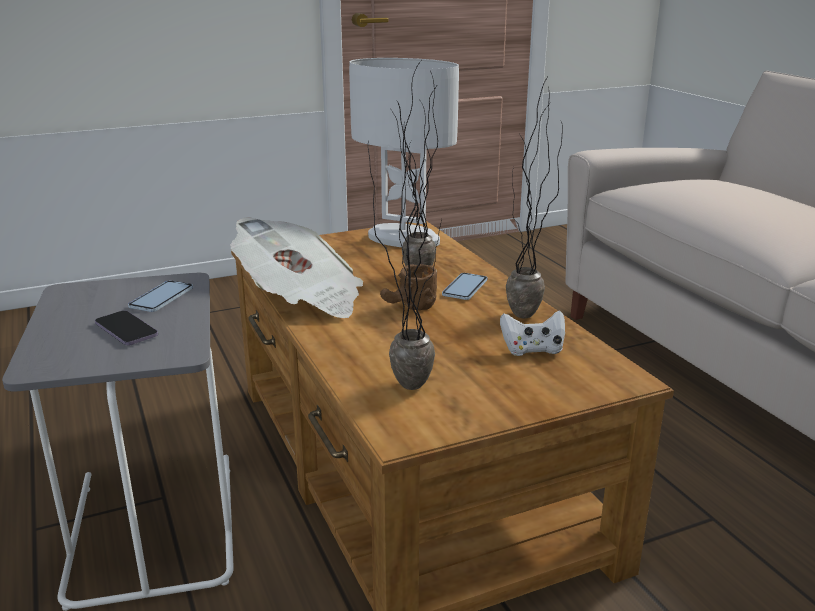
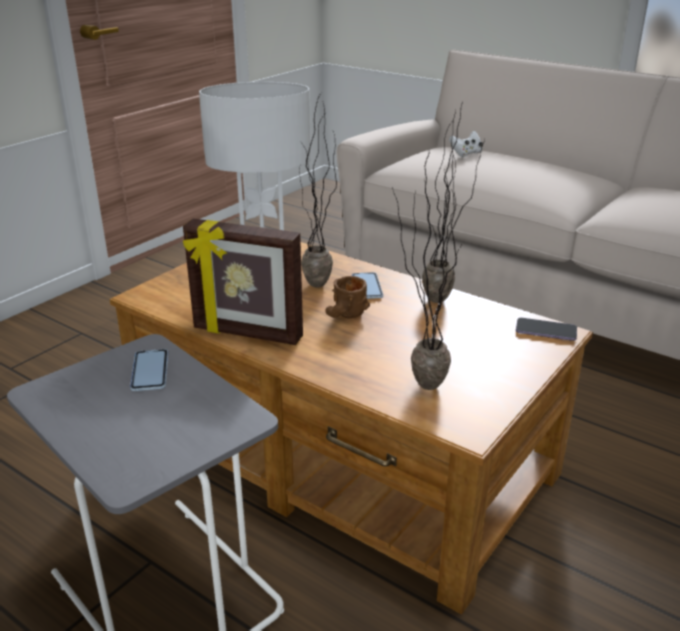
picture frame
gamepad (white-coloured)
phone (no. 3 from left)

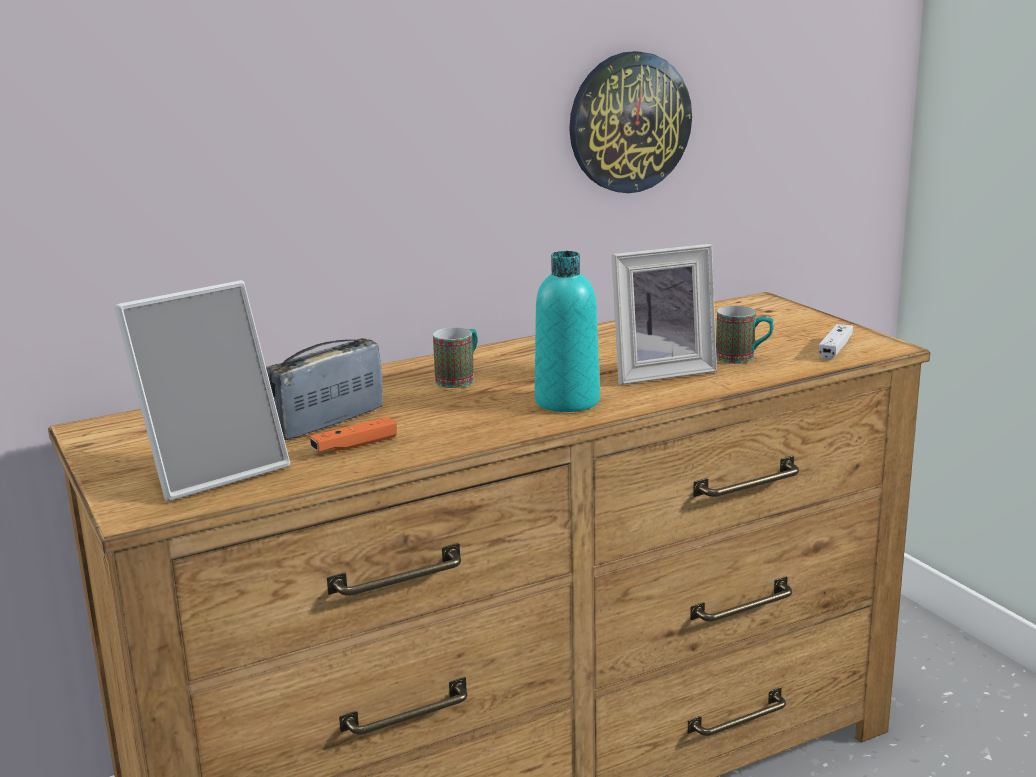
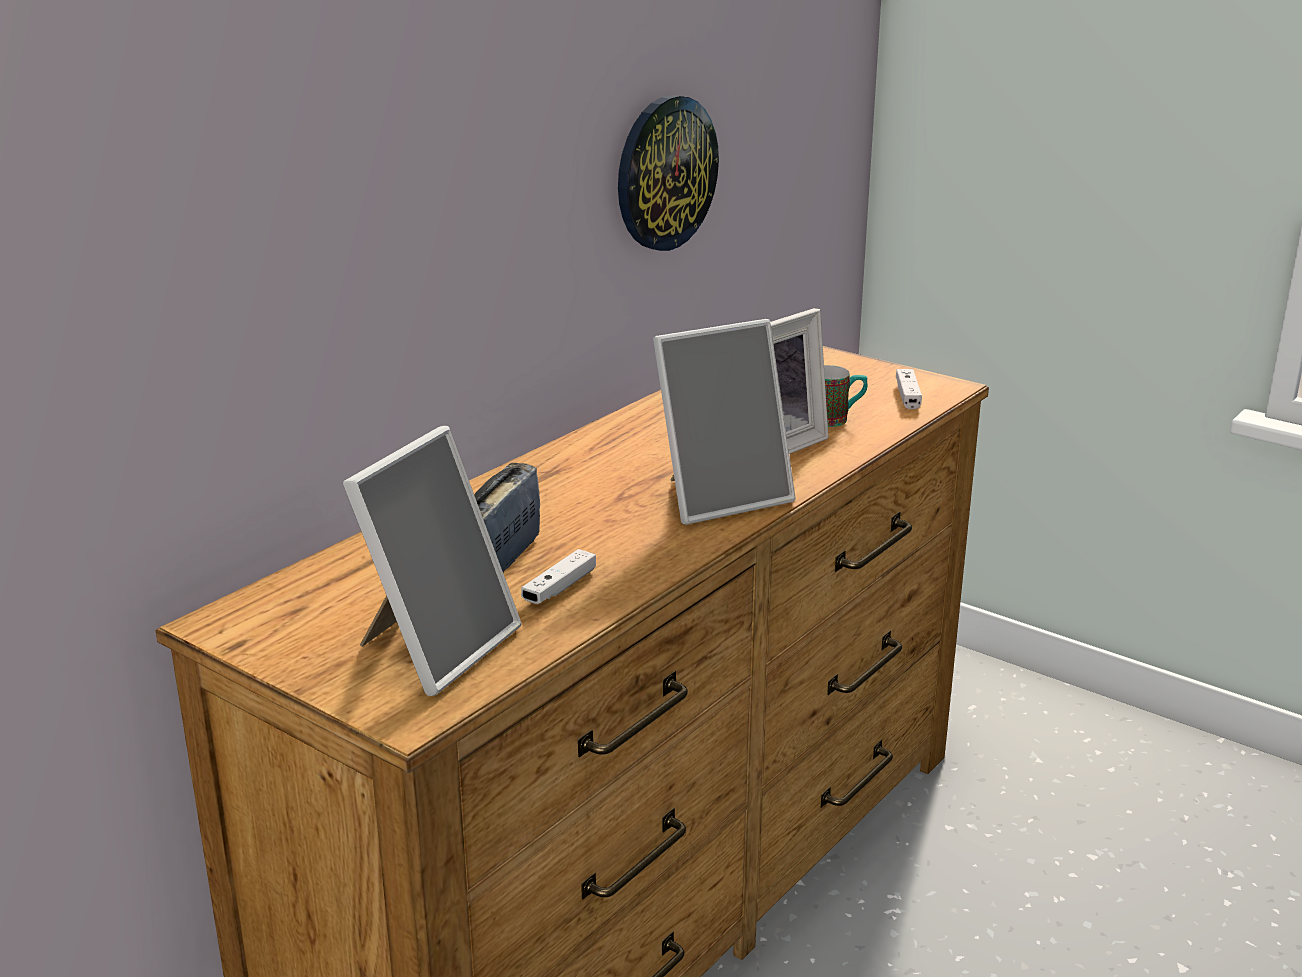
picture frame (no. 2 from left)
coffee mug (no. 1 from left in the first image)
gamepad (white-coloured) (no. 1 from left)

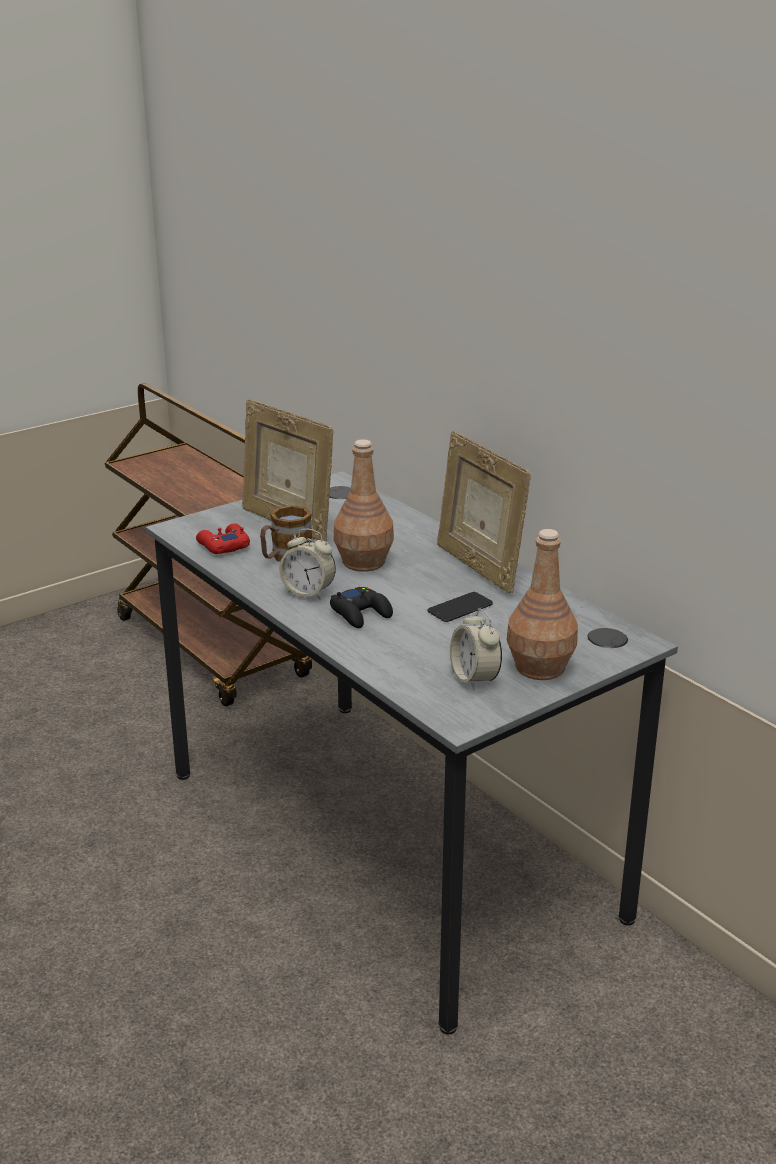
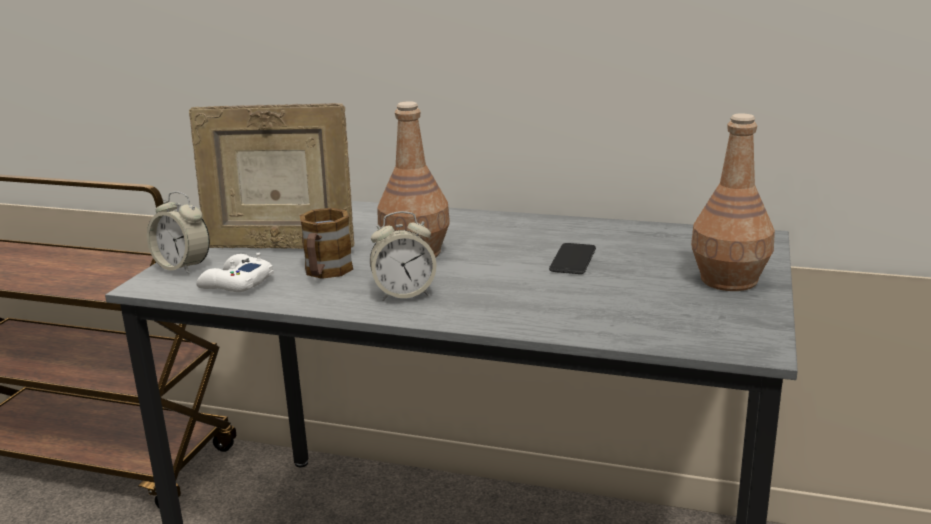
picture frame (no. 2 from left in the first image)
gamepad (white-coloured)
gamepad (black)
bedside clock (no. 1 from left)

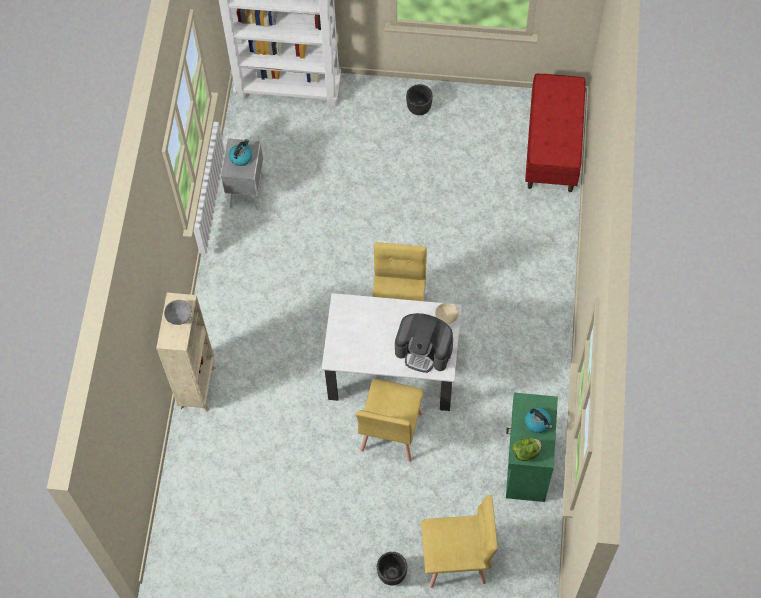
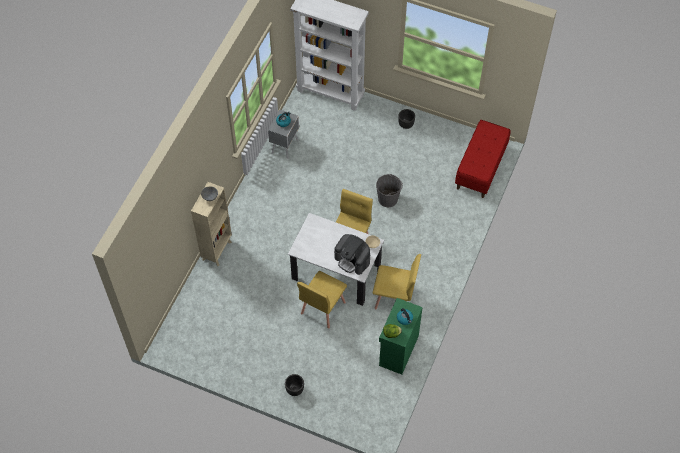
upright chair (yellowish) (no. 3 from left)
bucket (grey)

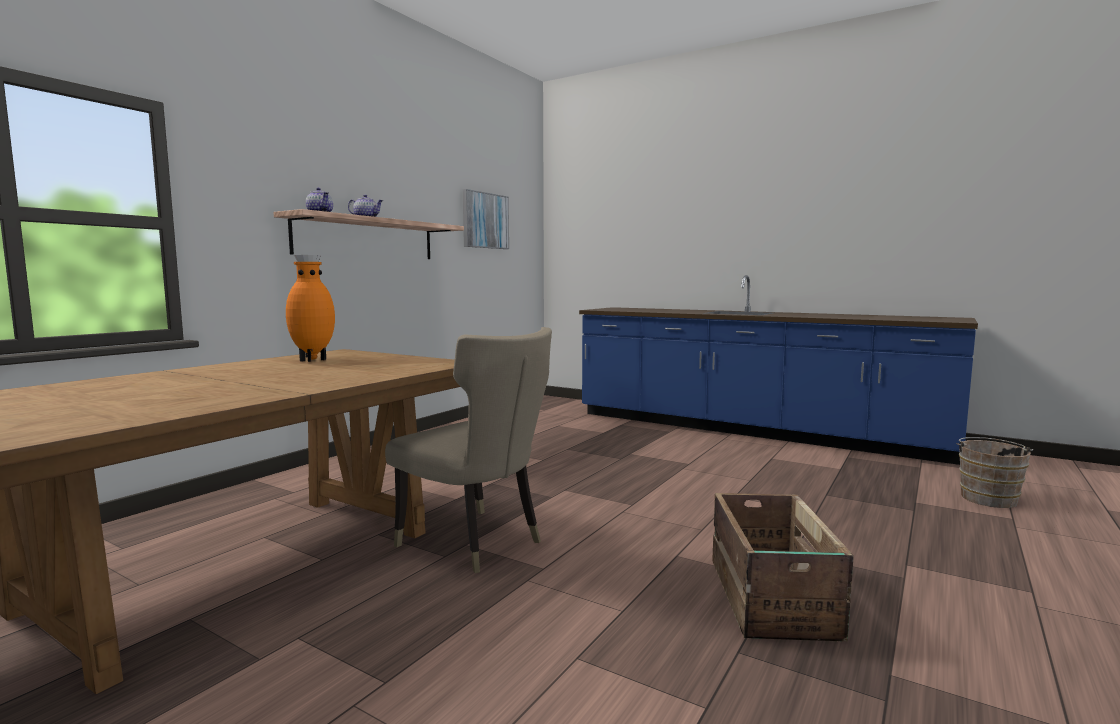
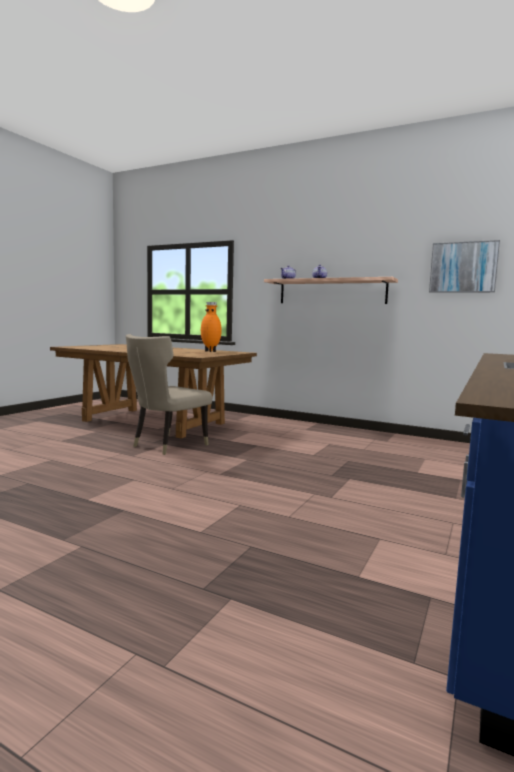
bucket (brown)
crate

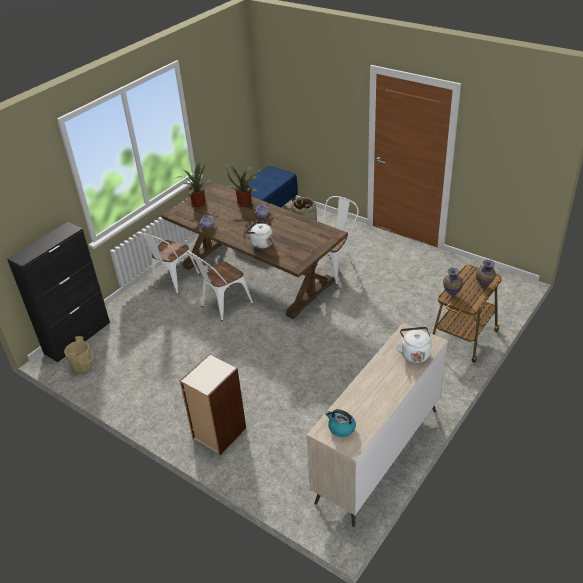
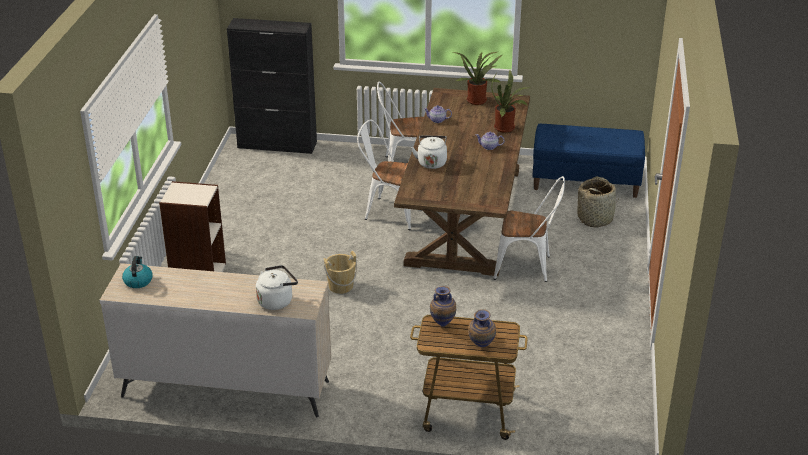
bucket (beige)

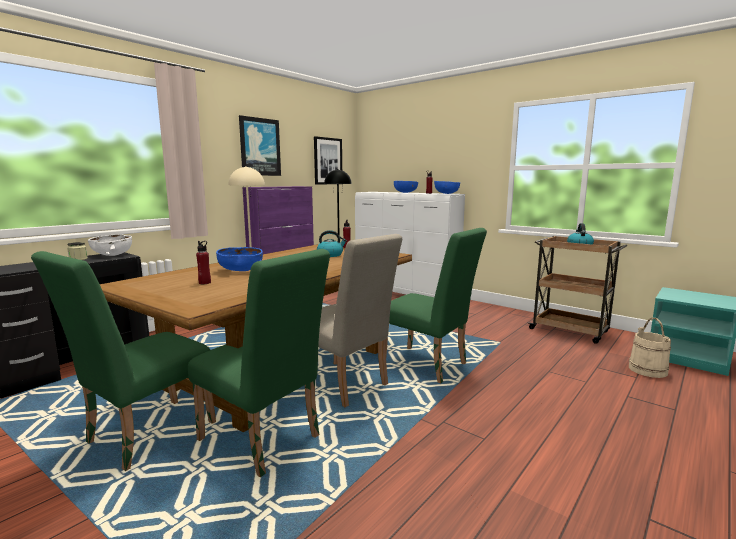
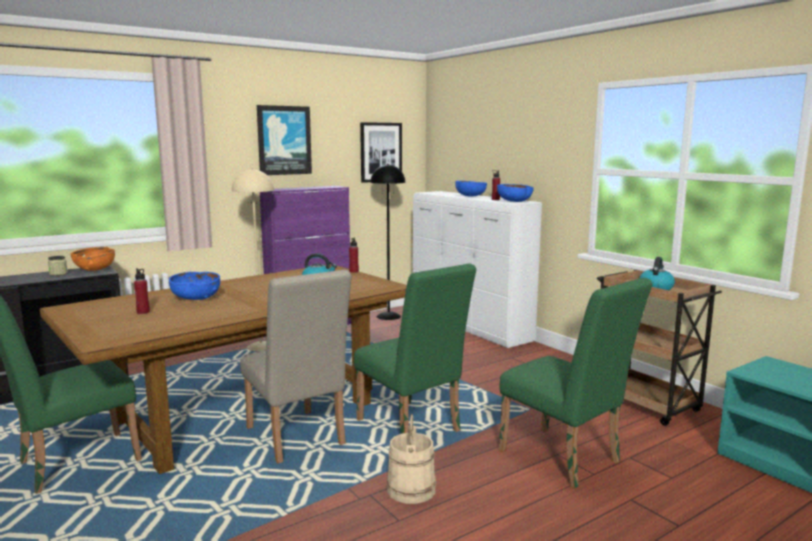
bowl (orange-coloured)
upright chair (greenish) (no. 3 from left)
bucket (beige)

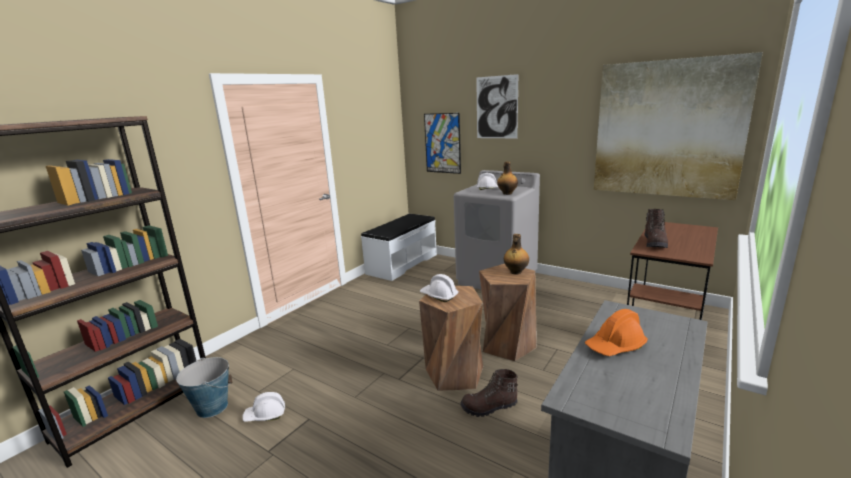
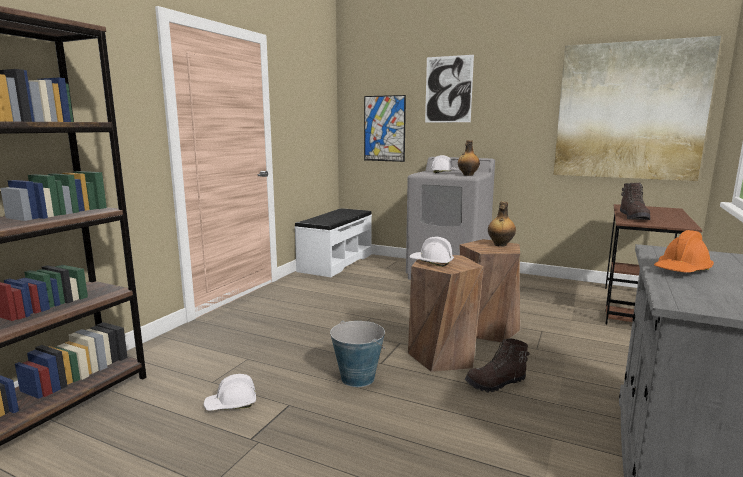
bucket

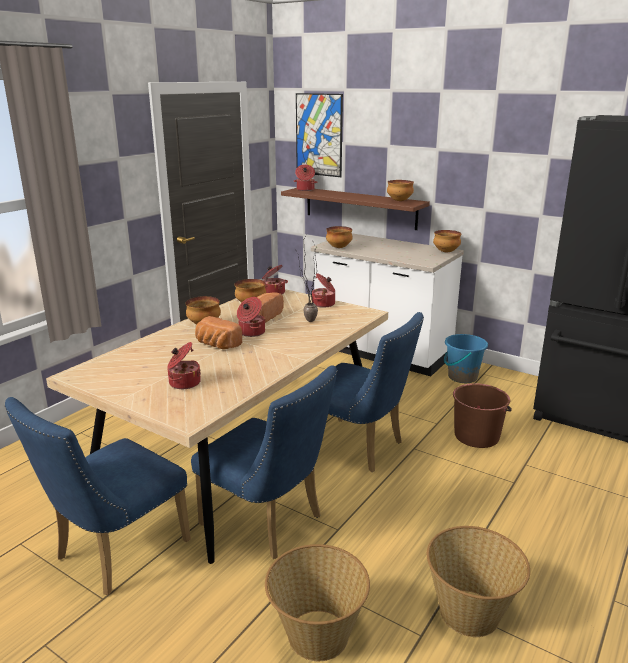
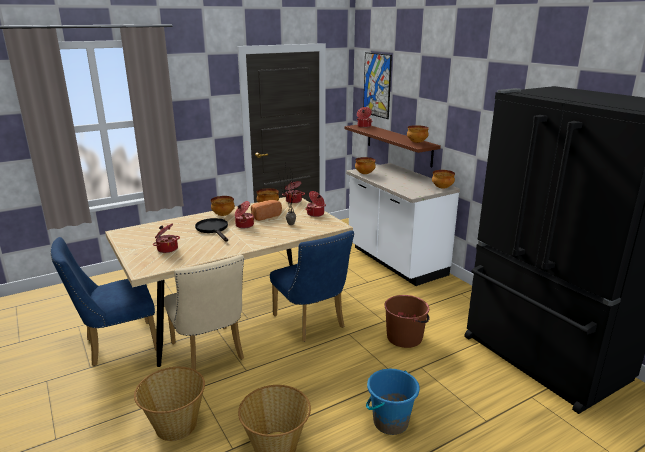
skillet (black)
bucket (bluish)
upright chair (beige)

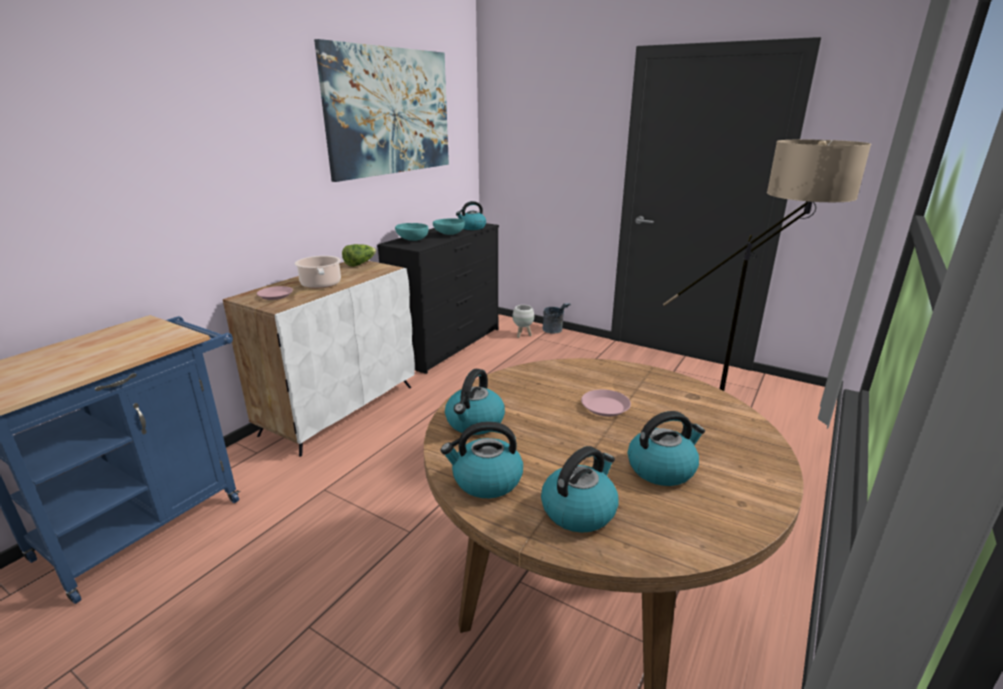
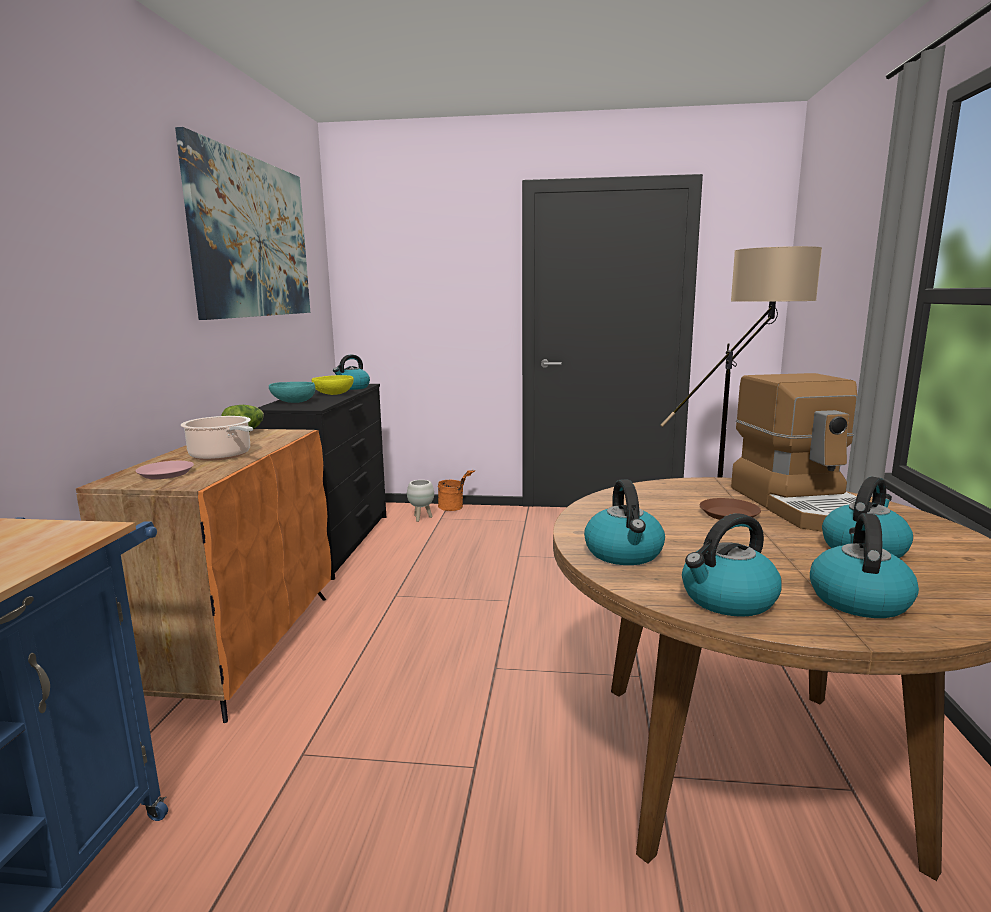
bowl (yellowish)
cupboard (orange-coloured)
bucket (orange-coloured)
flat dish (brown)
coffee machine

